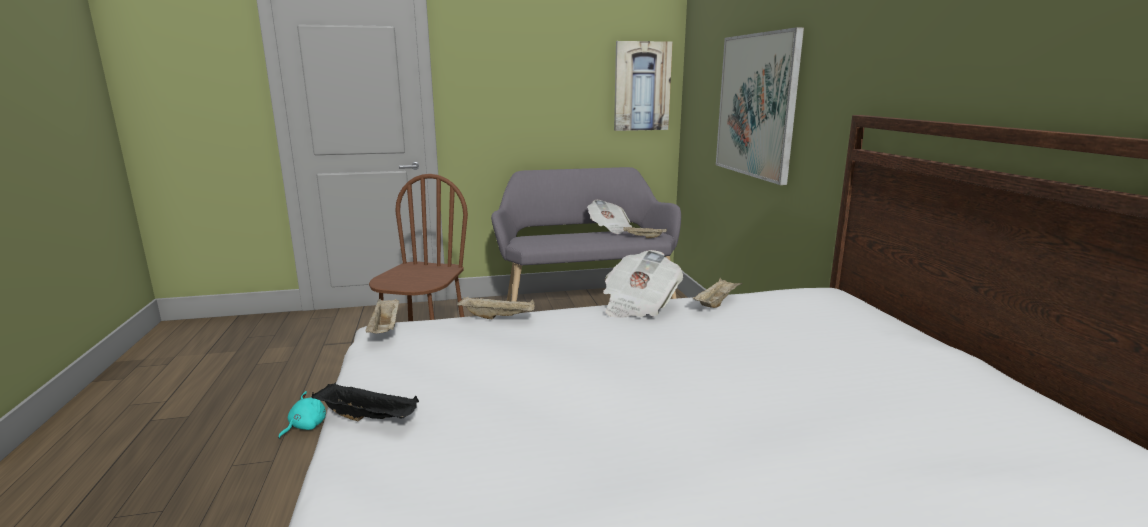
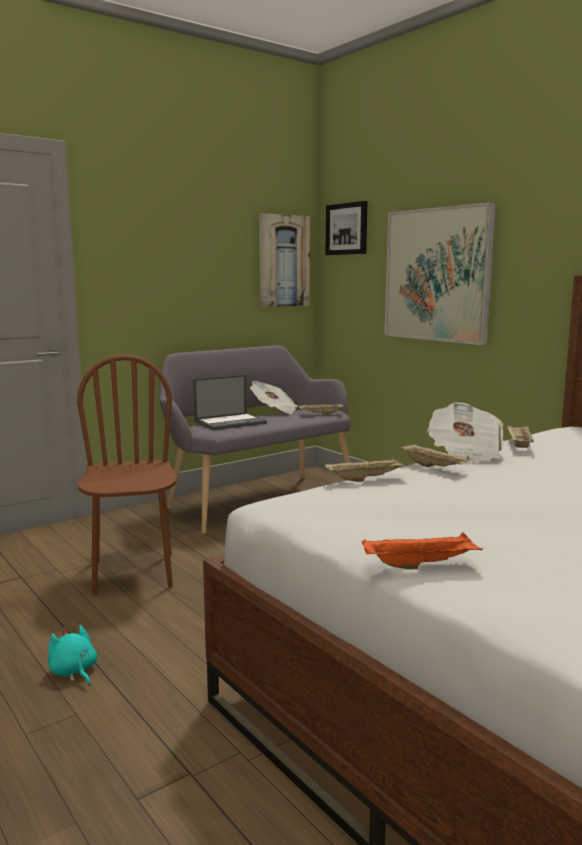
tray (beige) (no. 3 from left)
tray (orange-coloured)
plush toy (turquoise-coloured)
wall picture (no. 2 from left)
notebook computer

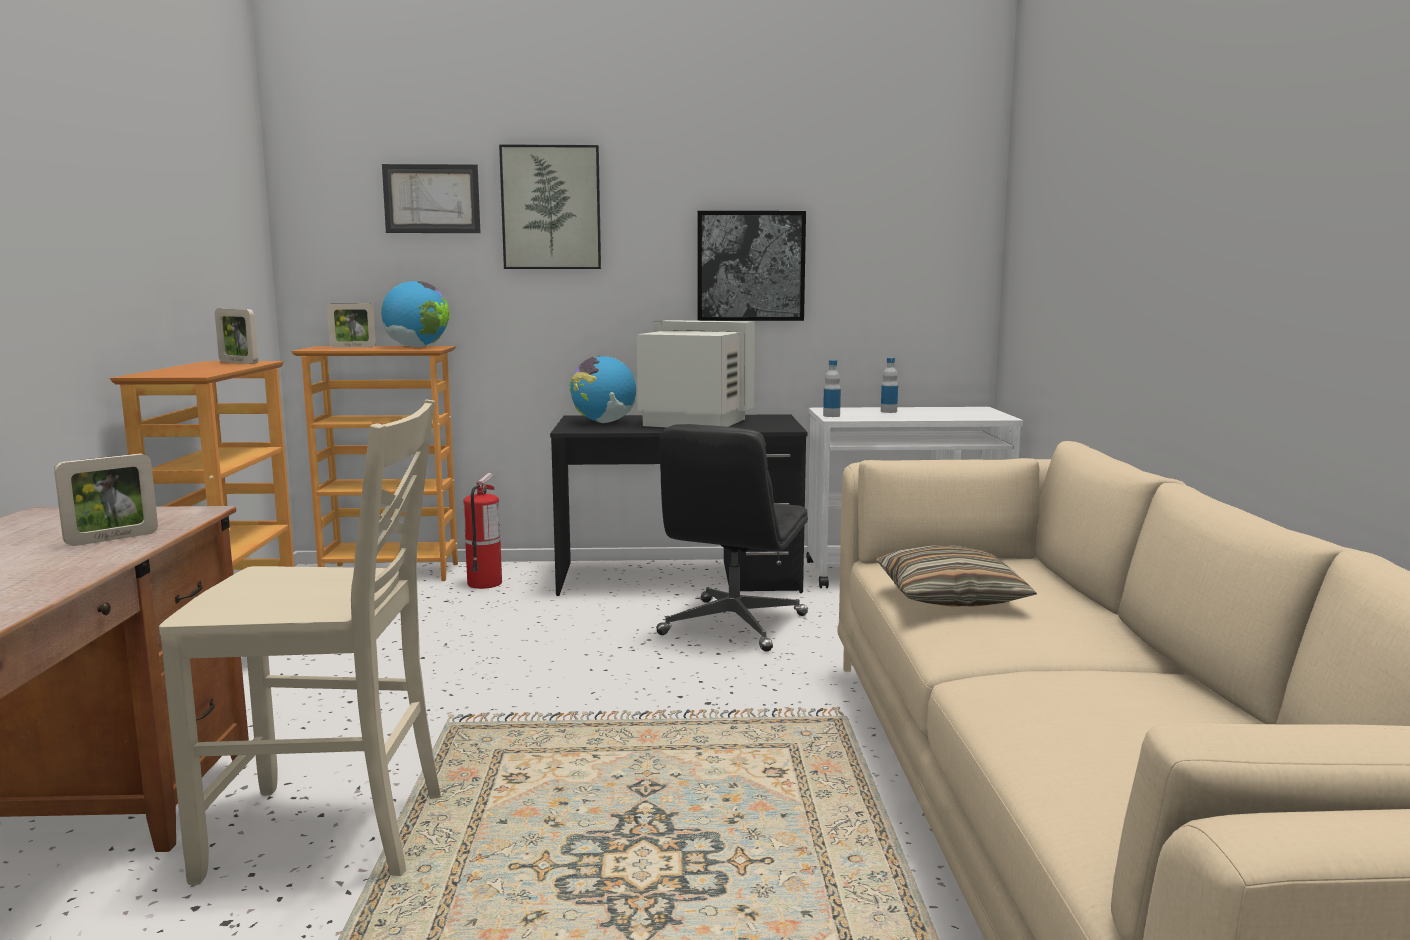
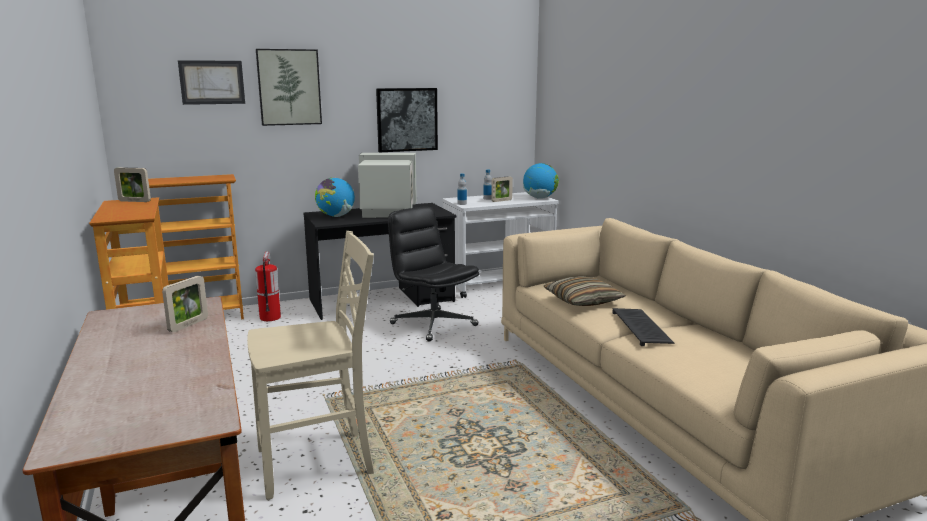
desk globe (no. 2 from left)
picture frame (no. 3 from left)
office chair (black)
keyboard

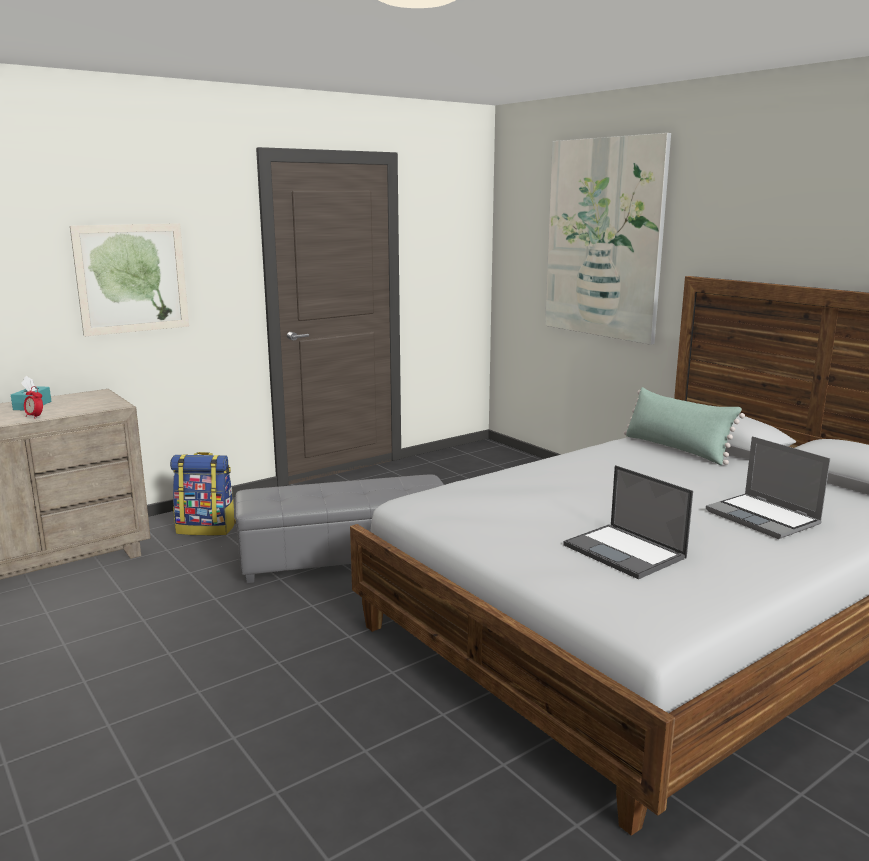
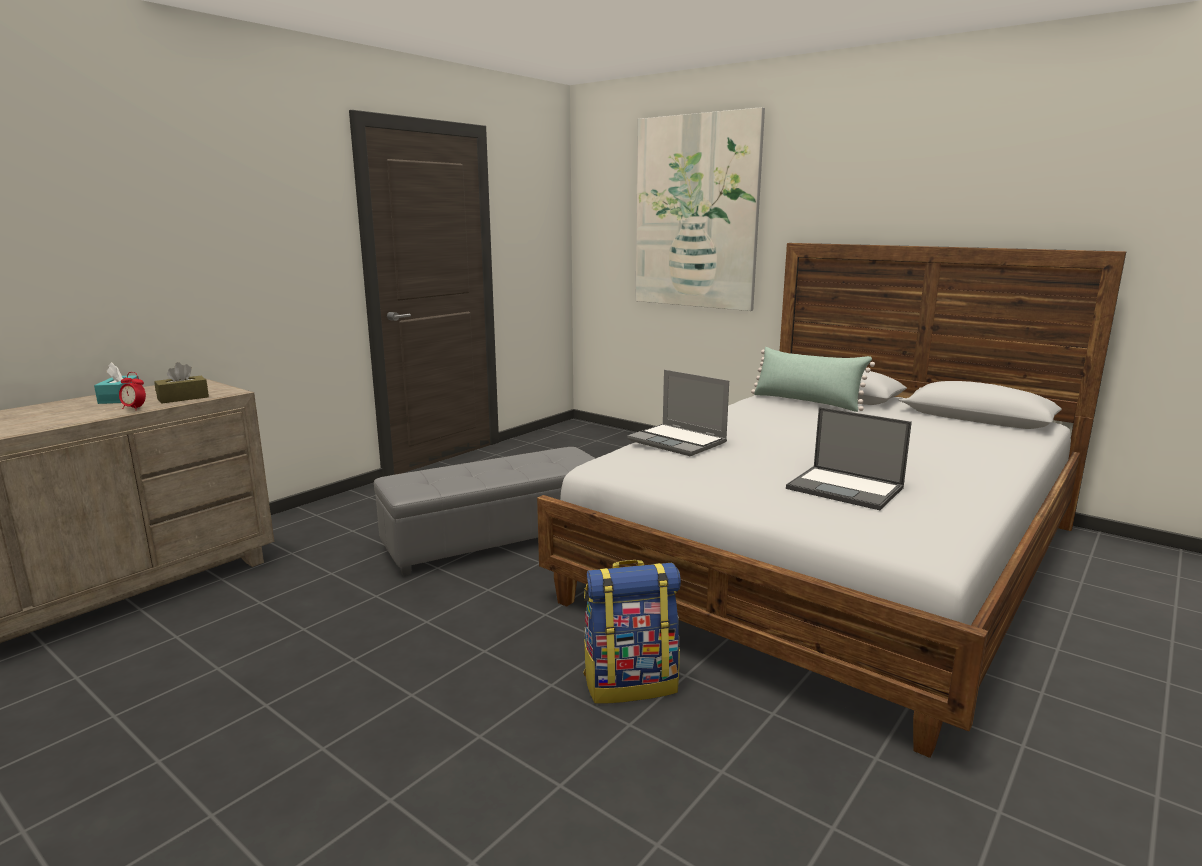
wall picture (no. 1 from left in the first image)
notebook computer (no. 1 from left)
rucksack
box of tissues (brown)

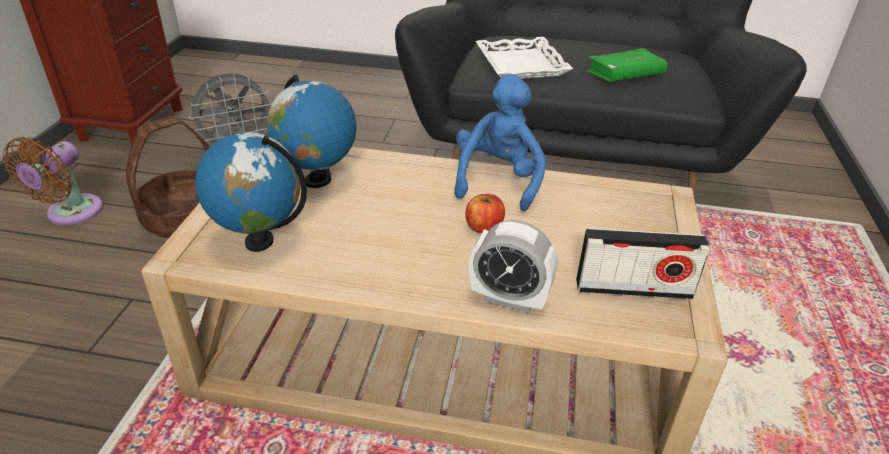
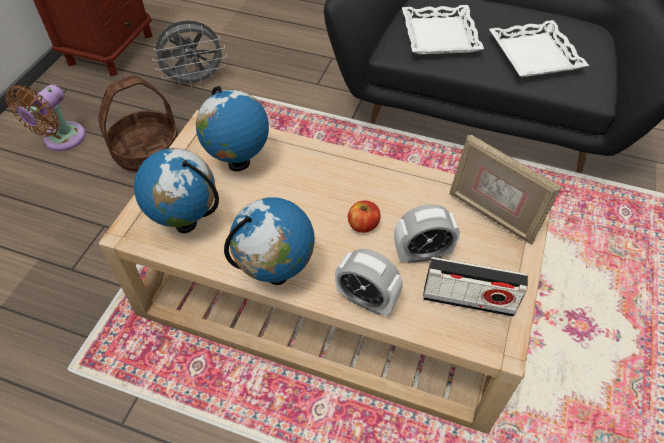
tray (white-coloured) (no. 2 from left)
plush toy (bluish)
picture frame
desk globe (no. 3 from left)
bedside clock (no. 2 from left)

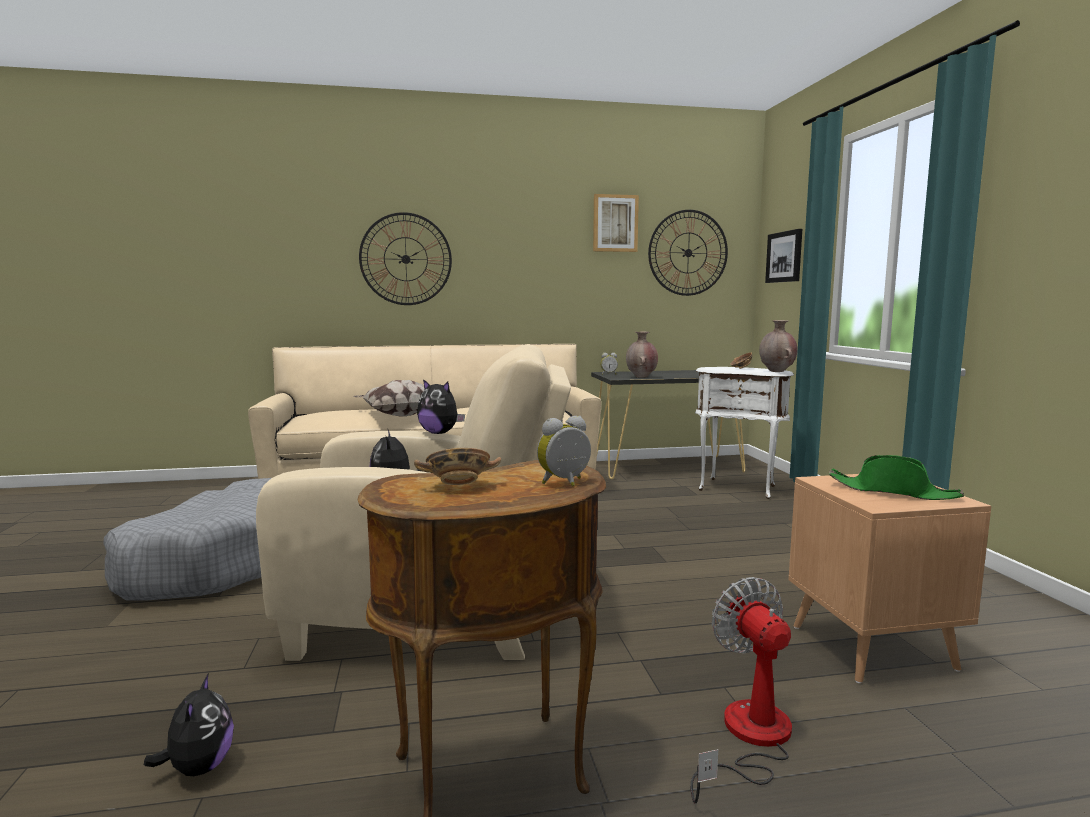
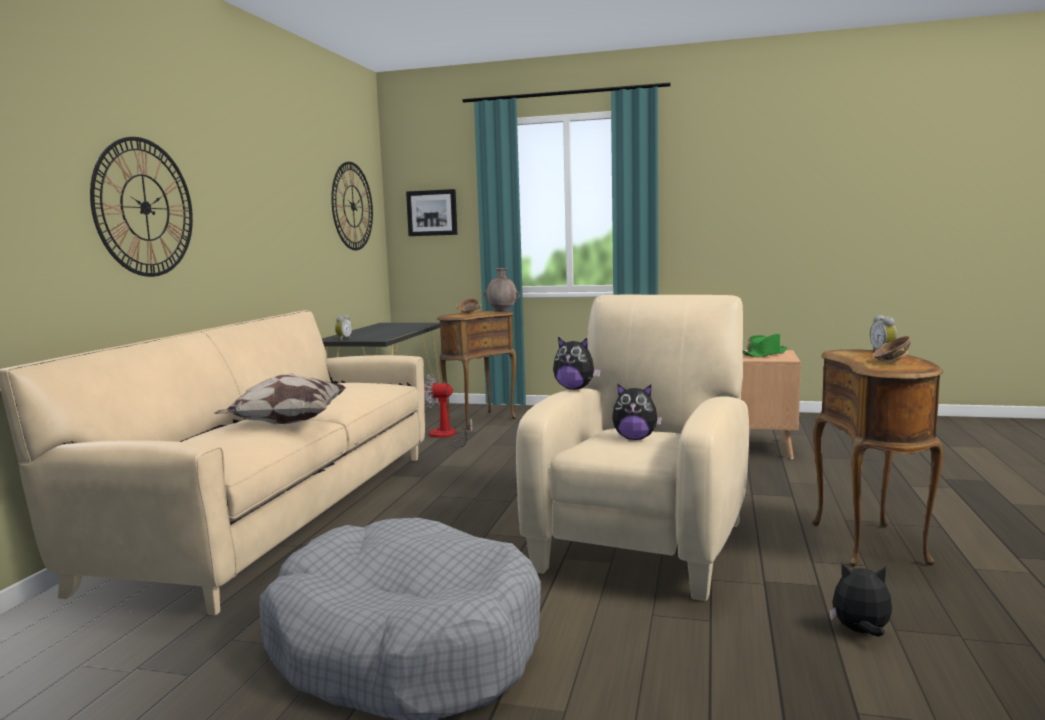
wall picture (no. 1 from left in the first image)
decorative vase (brown) (no. 1 from left in the first image)
accent table (brown) (no. 1 from left)
plush toy (no. 1 from left)
fan

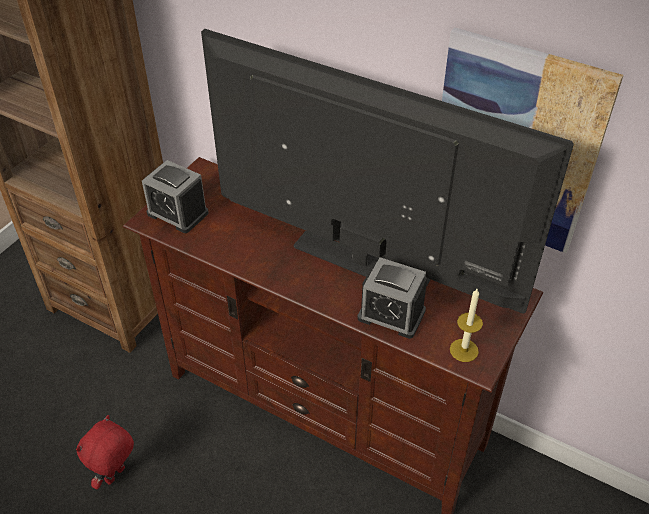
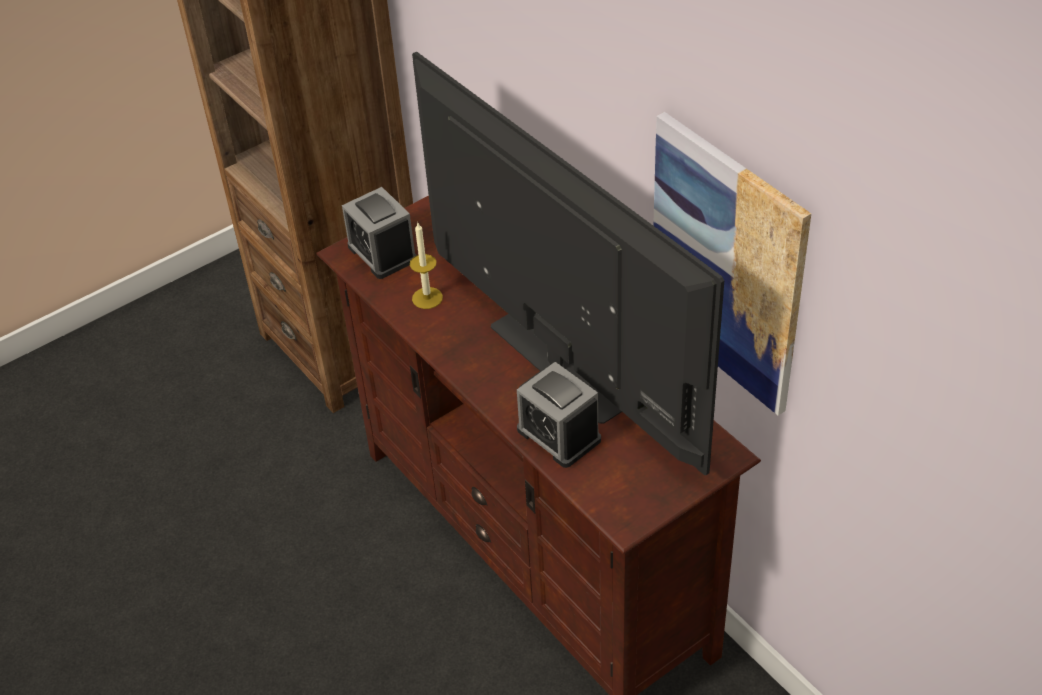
wax candle
plush toy (red)

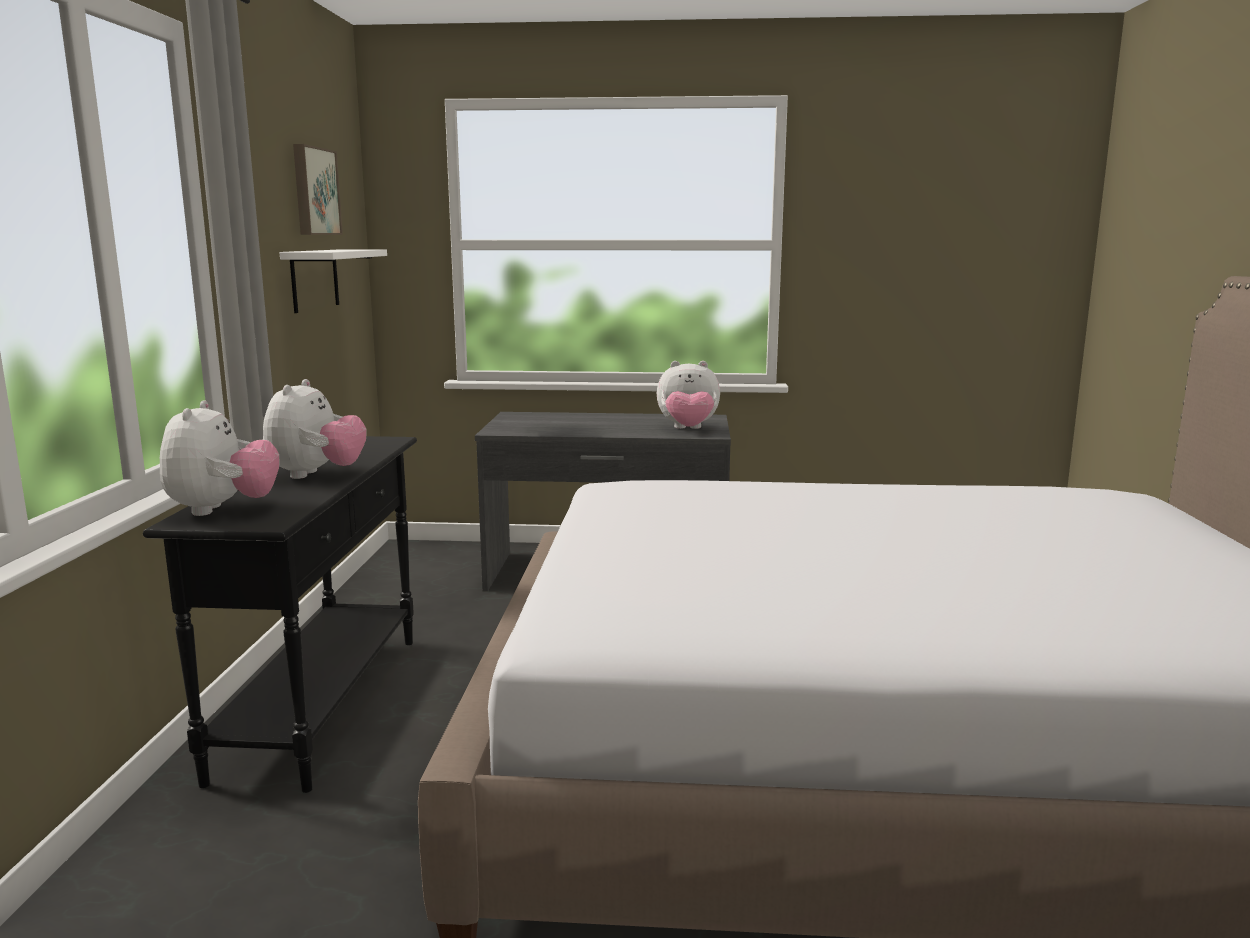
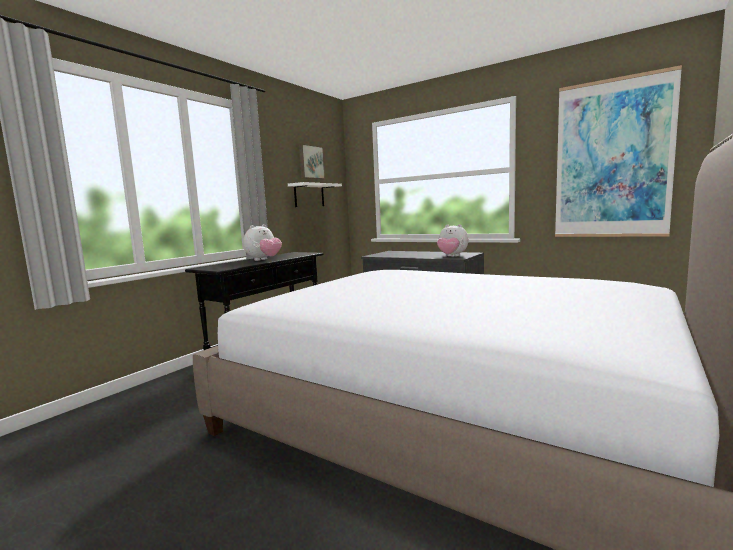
plush toy (no. 1 from left in the first image)
wall picture (no. 2 from left)

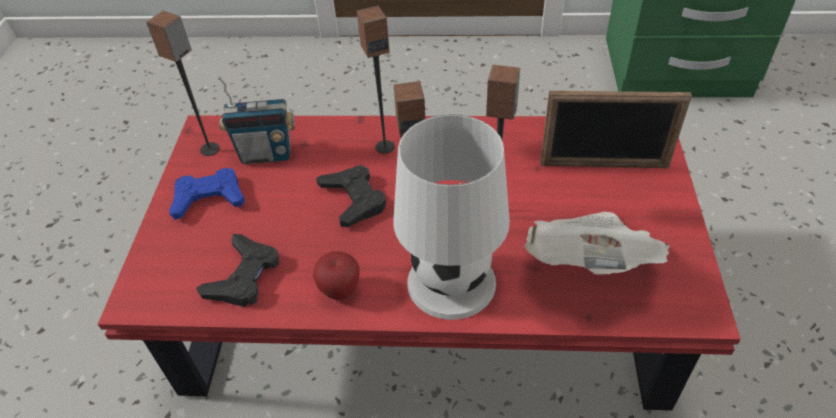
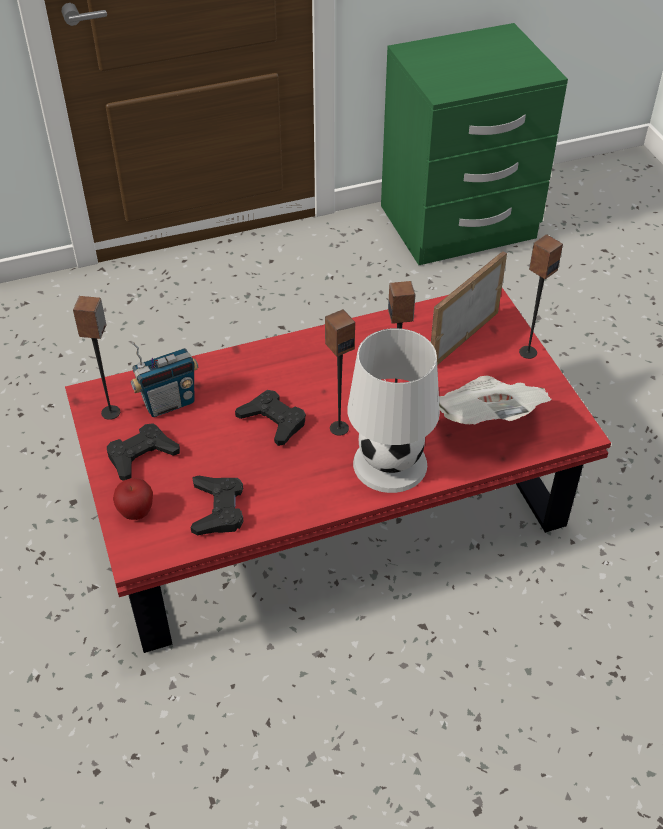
loudspeaker (no. 4 from left)
picture frame
gamepad (black) (no. 1 from left)
apple fruit

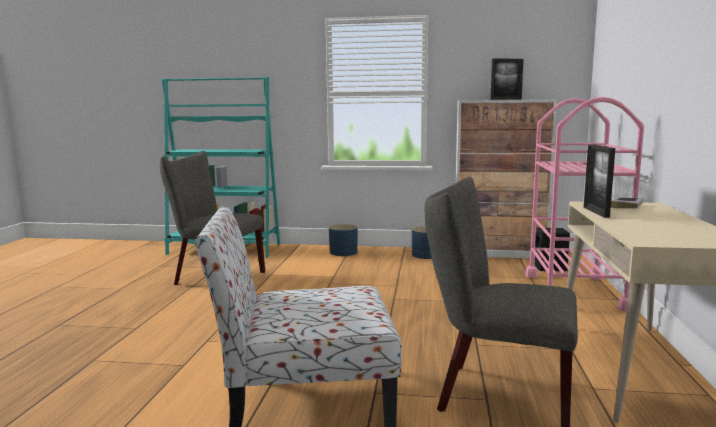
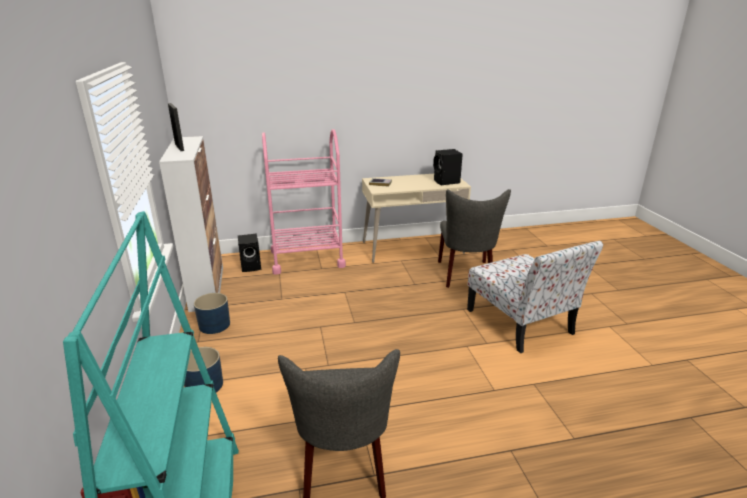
picture frame (no. 2 from left in the first image)
loudspeaker (black) (no. 2 from left)

